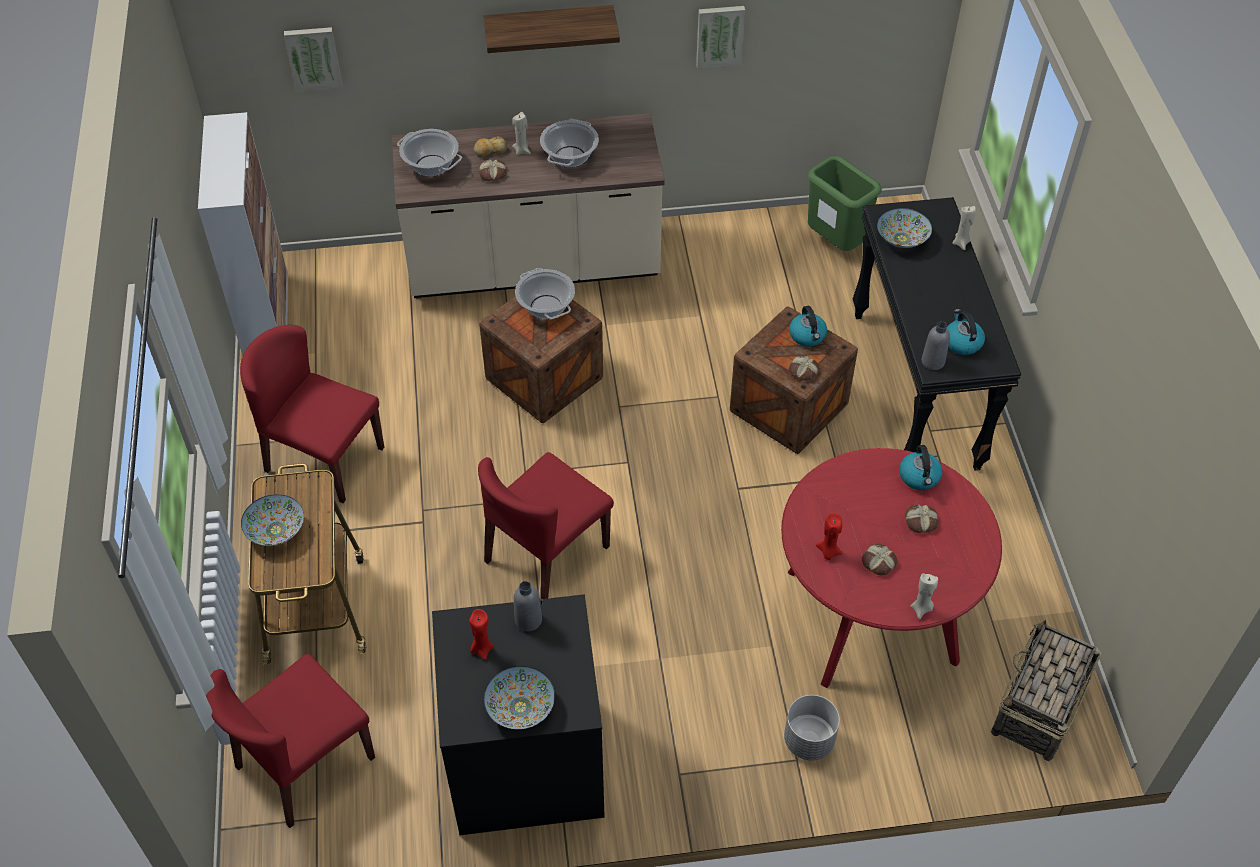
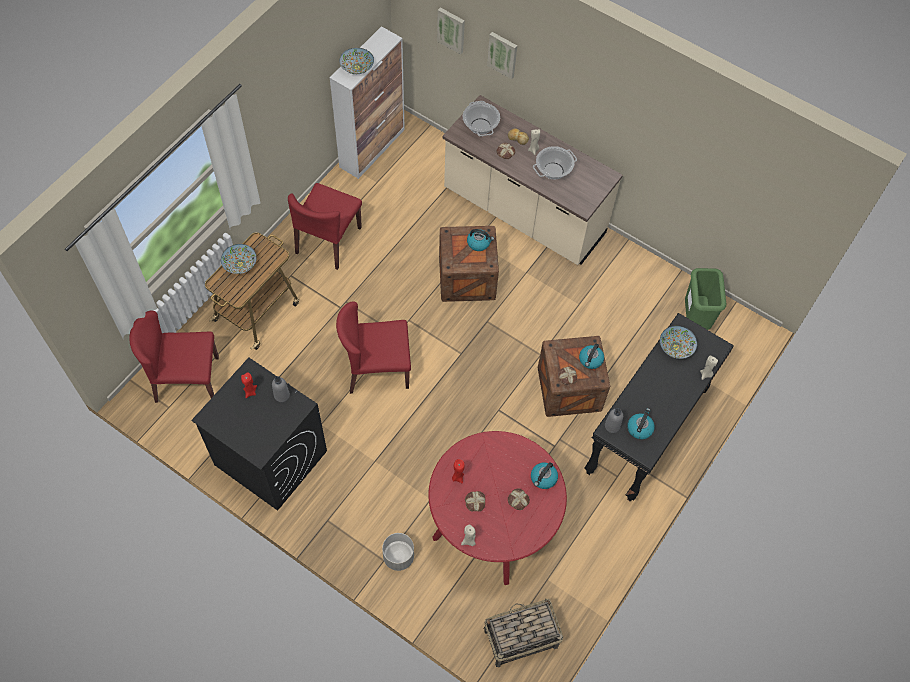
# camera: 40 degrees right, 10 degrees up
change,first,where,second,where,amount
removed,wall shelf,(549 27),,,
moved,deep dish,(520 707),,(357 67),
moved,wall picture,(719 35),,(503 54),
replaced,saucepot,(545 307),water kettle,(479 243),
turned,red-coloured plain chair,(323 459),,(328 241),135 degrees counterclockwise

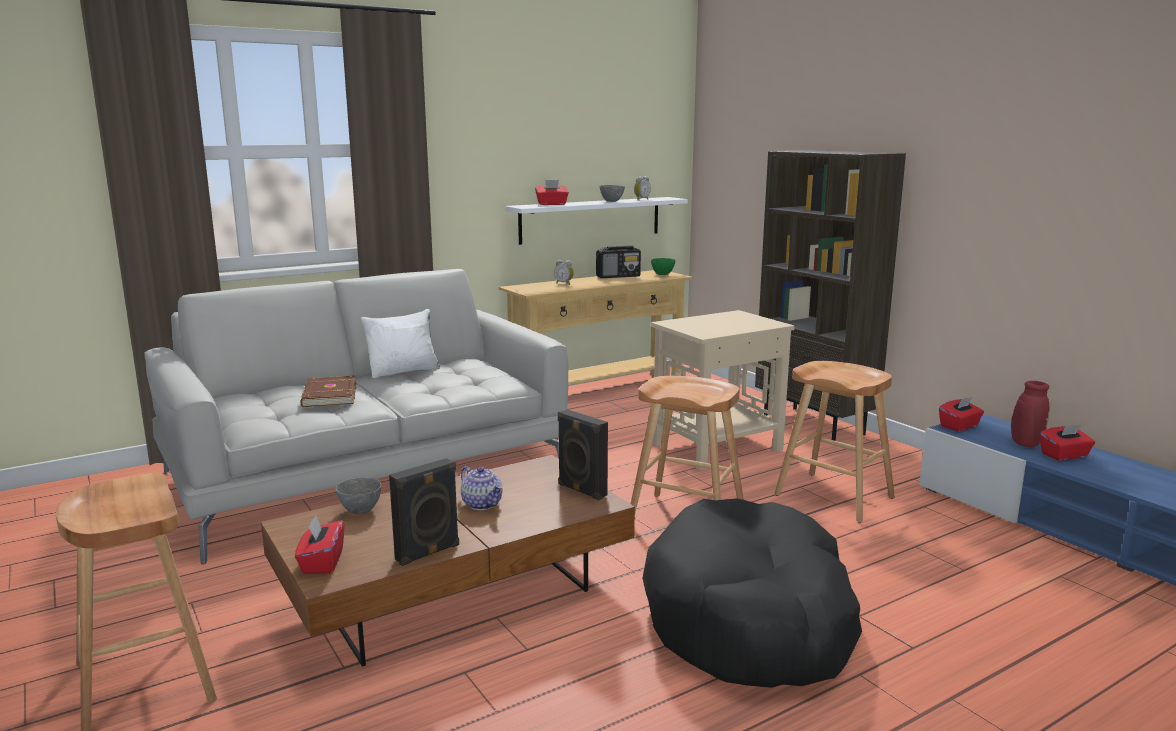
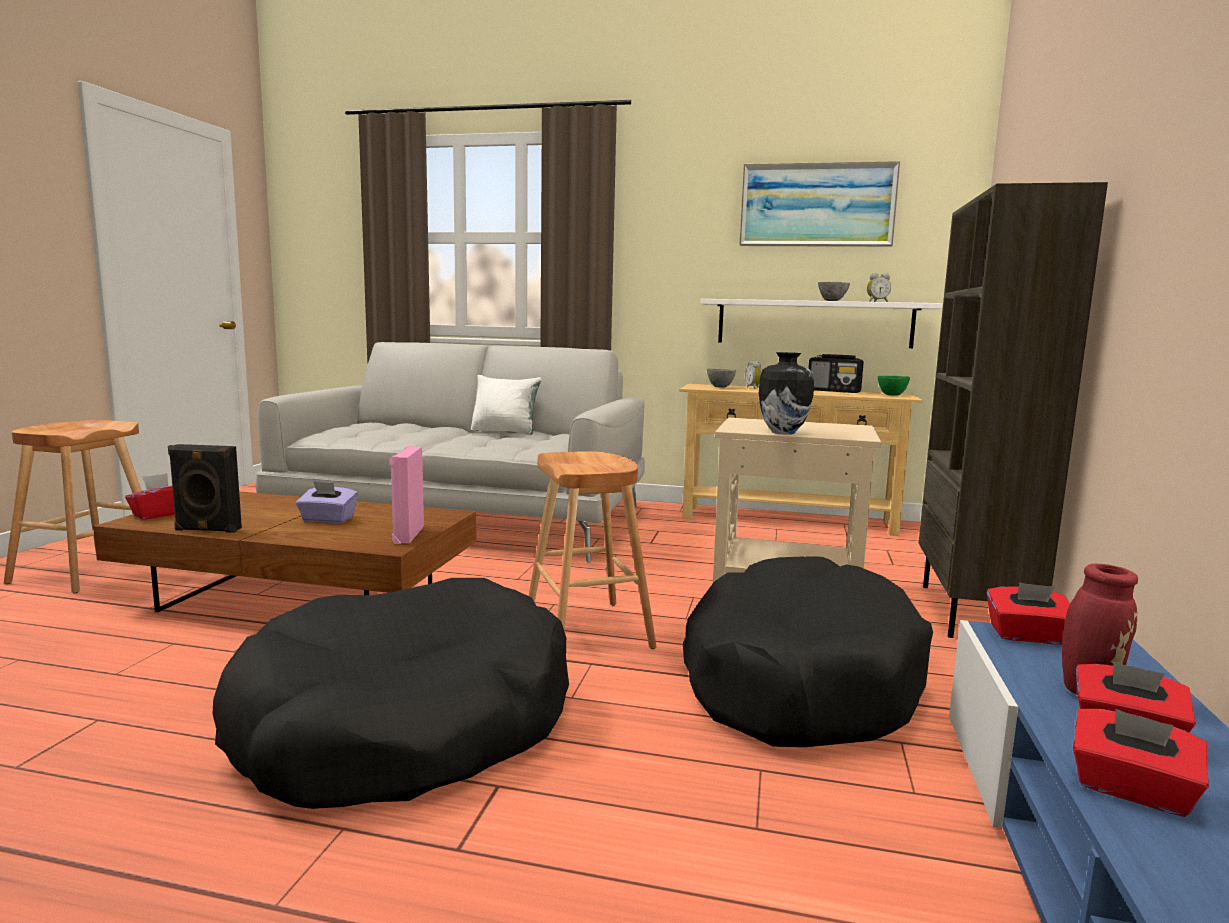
# camera: 45 degrees right, 5 degrees down
change,first,where,second,where,amount
removed,brown bound book,(328 395),,,
added,,,wall picture,(817 205),
added,,,decorative vase,(782 432),
moved,grey deep dish,(359 511),,(720 387),
moved,red-coloured box of tissues,(552 204),,(1131 790),
replaced,tea pot,(483 504),purple-coloured box of tissues,(327 519),
replaced,brown sitting stool,(833 496),black pet bed,(797 679),
recoloured,black audio speaker,(581 490),pink-coloured audio speaker,(407 534),

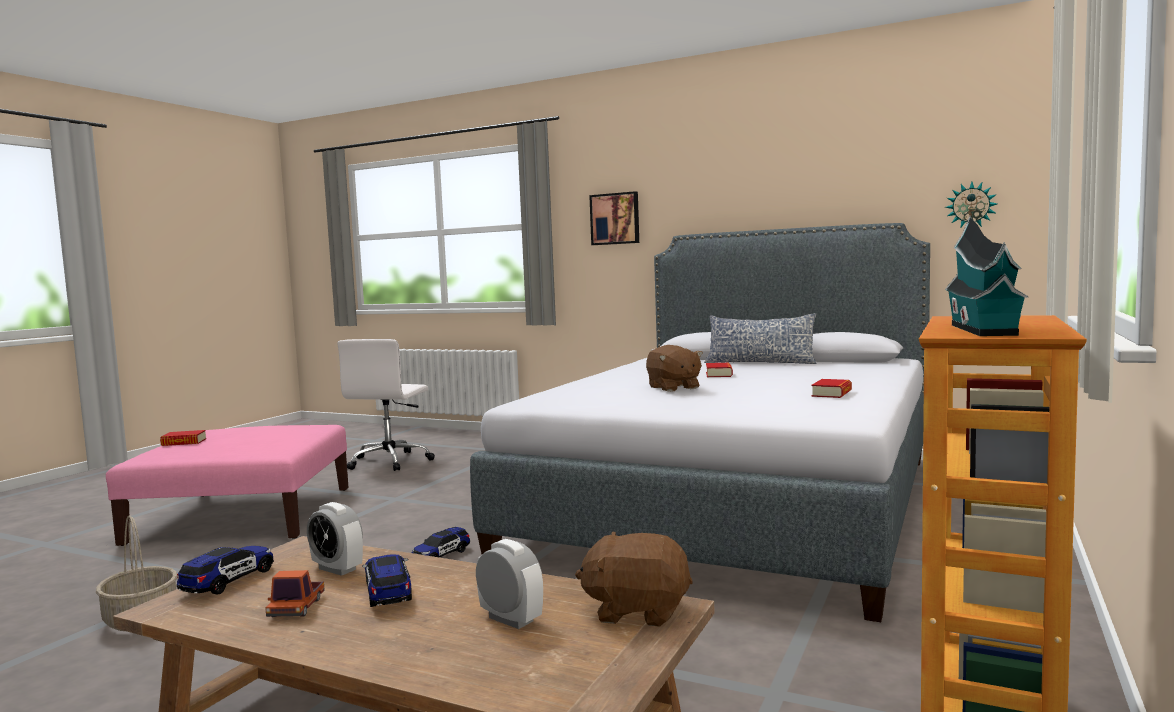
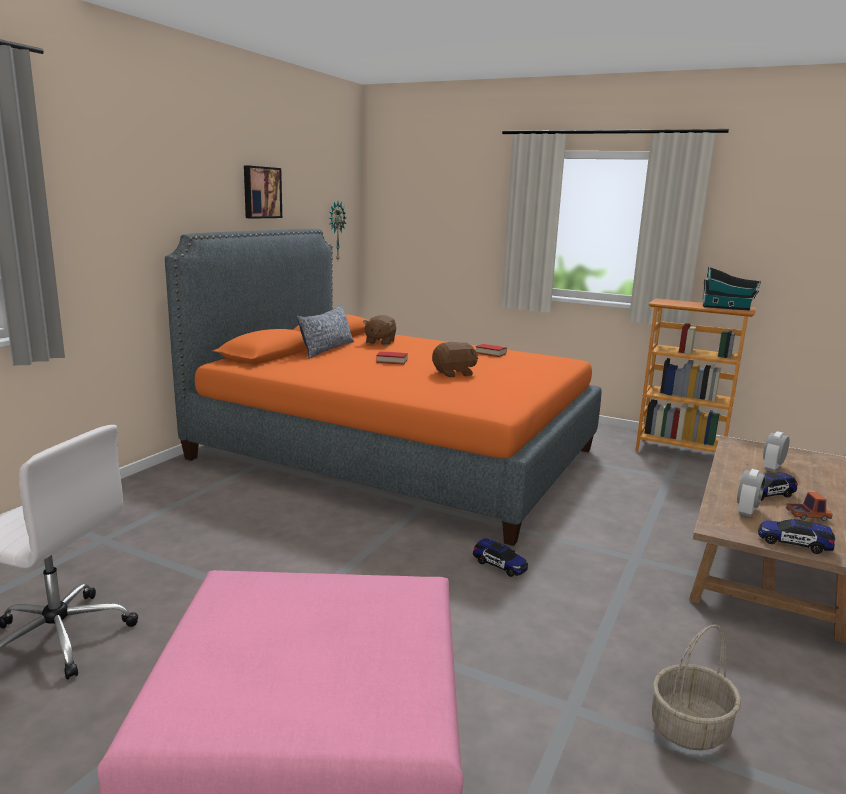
# camera: 90 degrees left, 10 degrees up
change,first,where,second,where,amount
removed,bound book,(184 442),,,
moved,brown soft toy,(637 610),,(380 342),
moved,wall picture,(615 219),,(261 192),
recoloured,grey sleeping bed,(736 503),orangey sleeping bed,(394 454),

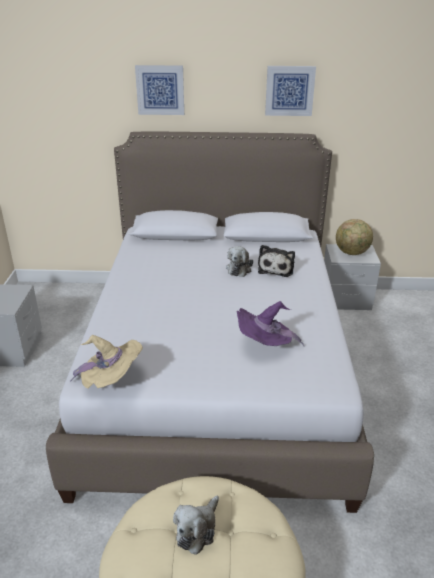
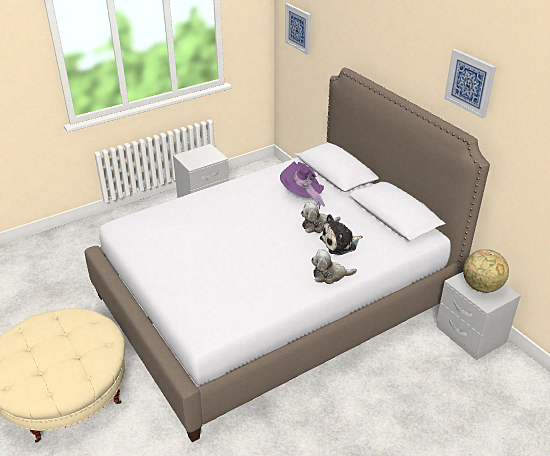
# camera: 55 degrees right, 5 degrees up
change,first,where,second,where,amount
removed,beige-coloured hat,(111 381),,,
moved,wall picture,(160 90),,(298 28),
moved,soft toy,(197 530),,(330 275),
moved,purple-coloured hat,(265 346),,(302 195),

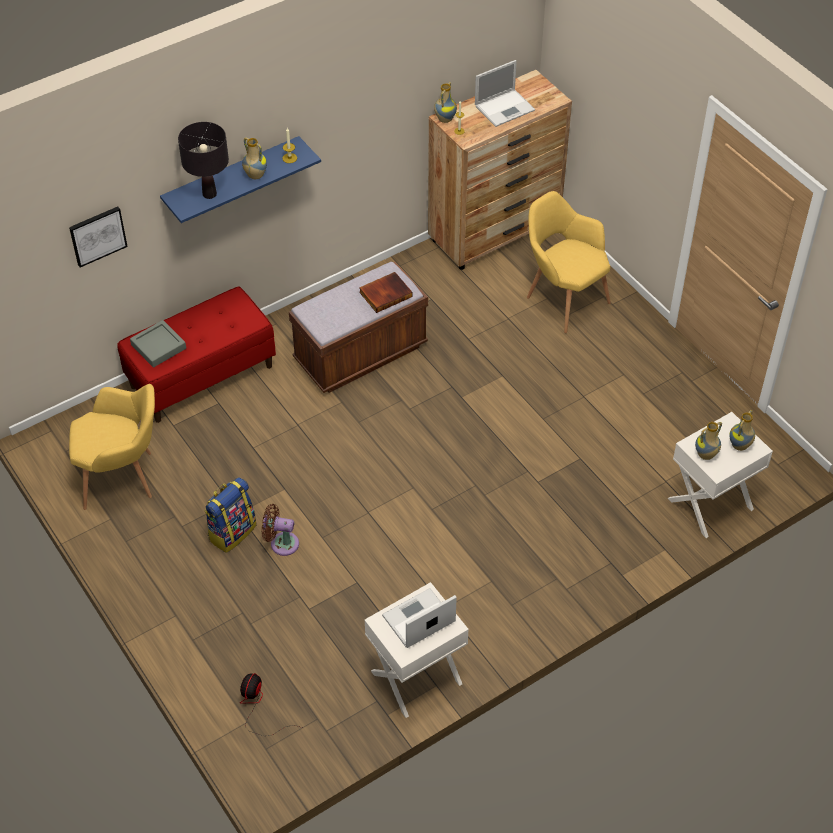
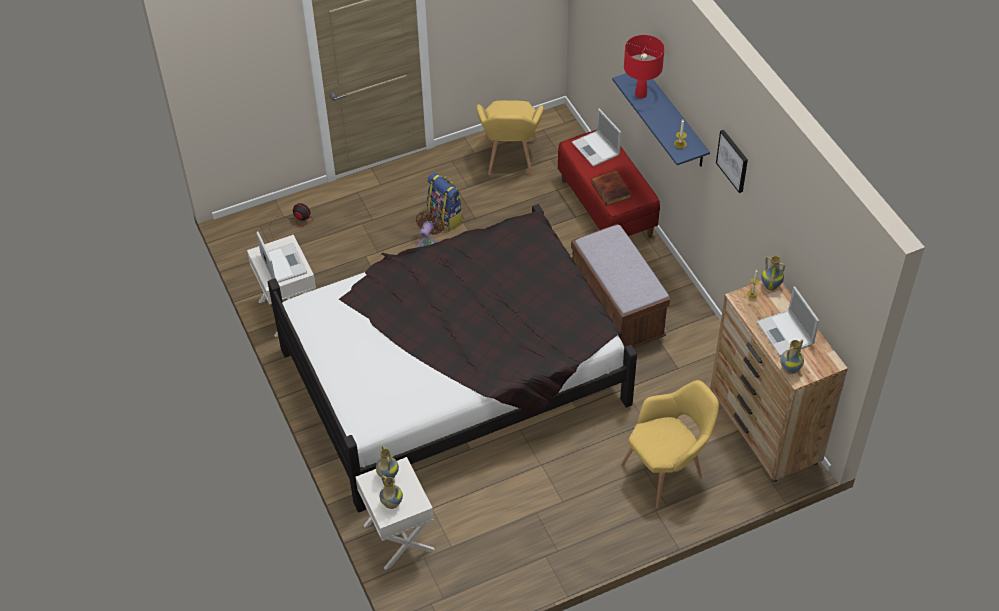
# camera: 100 degrees right, 0 degrees up
change,first,where,second,where,amount
added,,,black sleeping bed,(455 375),
moved,wall picture,(97 235),,(733 160),
moved,decorative vase,(255 176),,(789 369),
moved,bound book,(385 293),,(611 190),
replaced,grey carrying tray,(158 346),portable computer,(596 149),
recoloured,black lamp for a table,(209 194),red-coloured lamp for a table,(641 94),

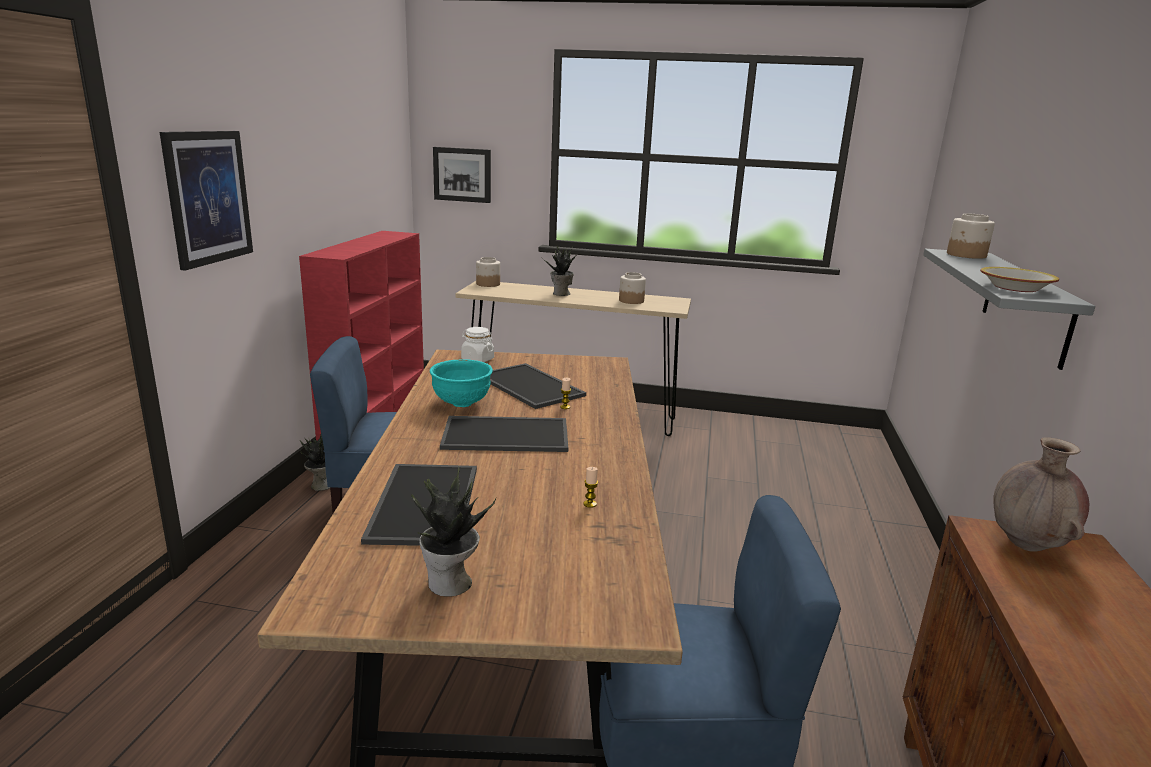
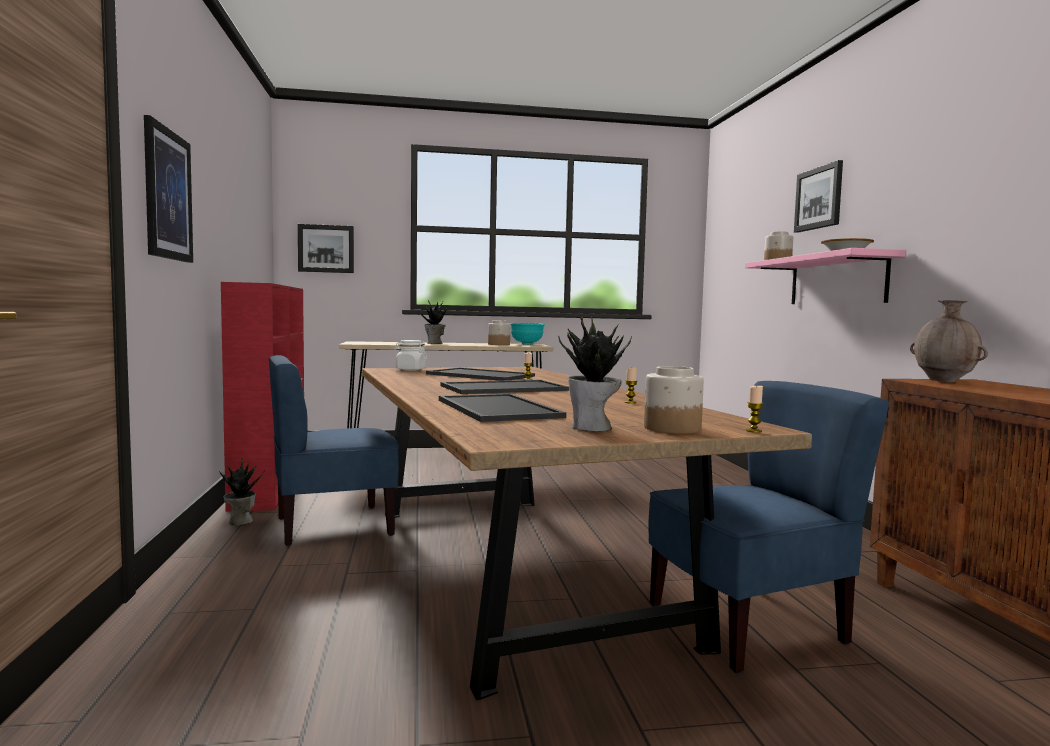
# camera: 20 degrees left, 15 degrees down
change,first,where,second,where,amount
added,,,wax light,(753 431),
added,,,wall picture,(819 198),
moved,turquoise-coloured deep dish,(461 404),,(527 344),
moved,storage jar,(487 284),,(671 428),
recoloured,grey wall shelf,(1026 306),pink-coloured wall shelf,(836 280),

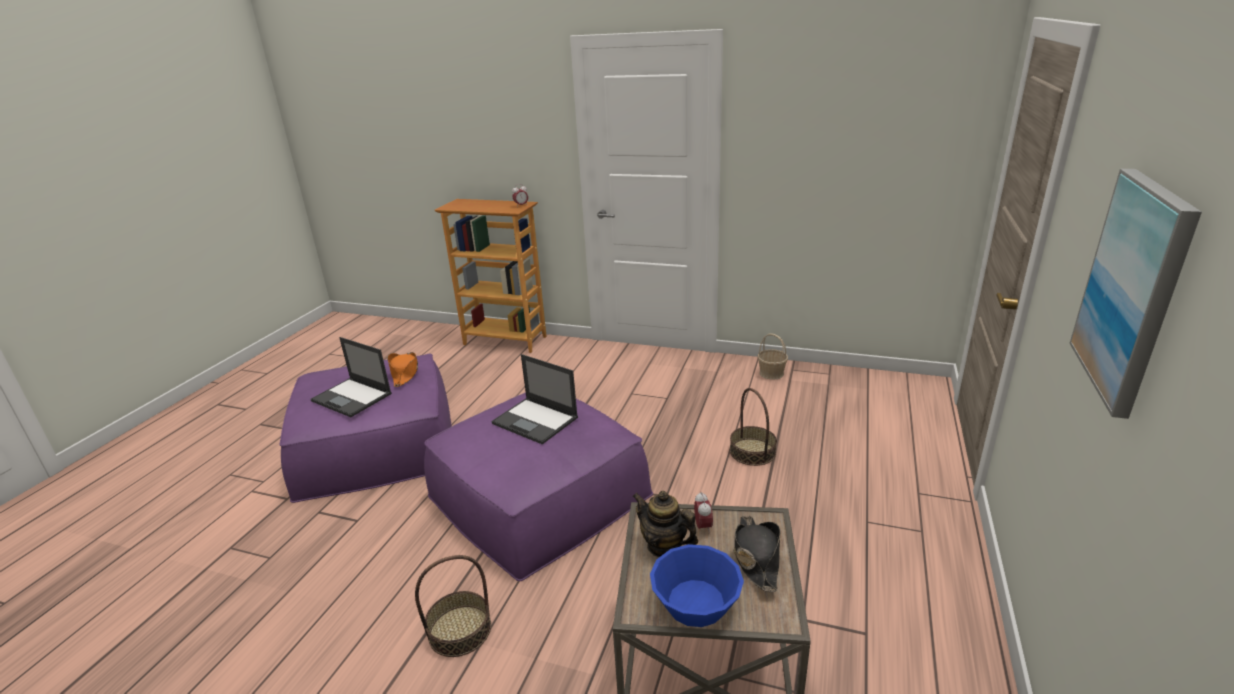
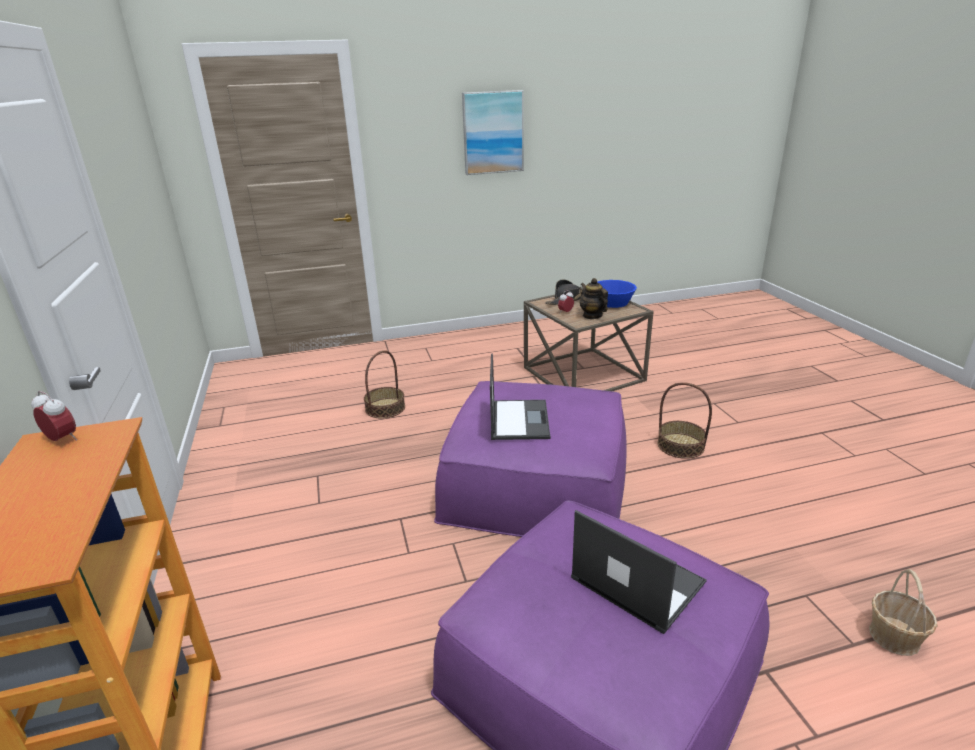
# camera: 125 degrees left, 0 degrees up
change,first,where,second,where,amount
removed,orangey hat,(405 373),,,
moved,storage basket,(771 373),,(894 637),
turned,portable computer,(352 397),,(635 580),45 degrees counterclockwise
turned,tea pot,(664 546),,(592 316),150 degrees clockwise

